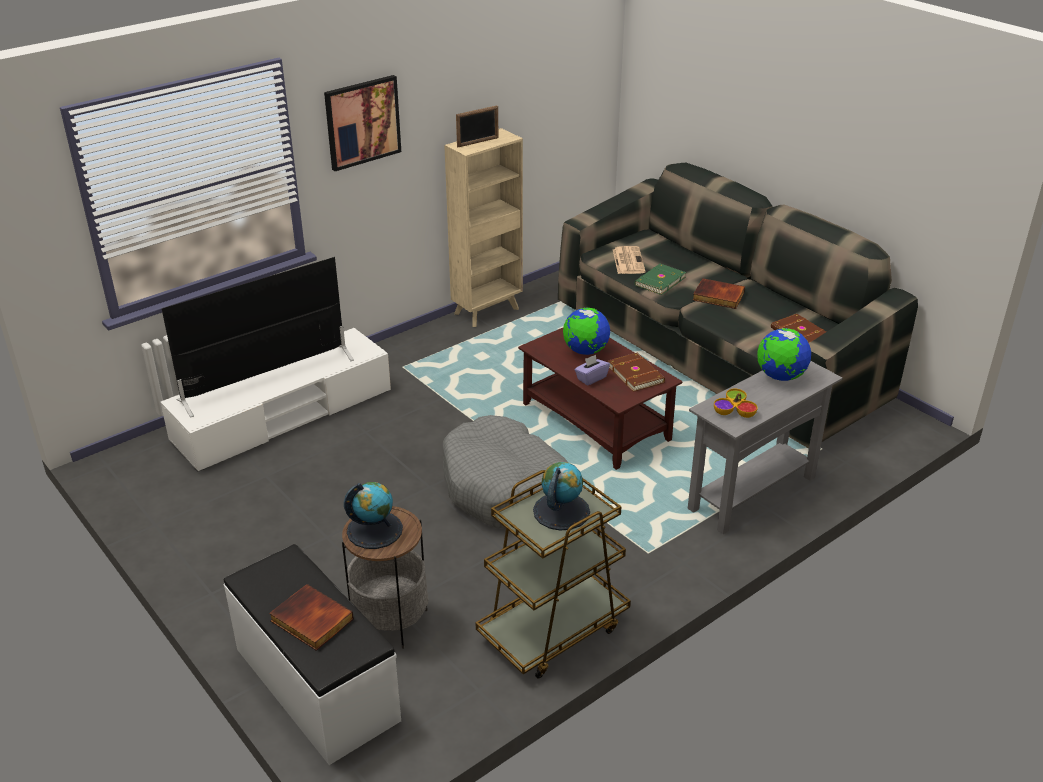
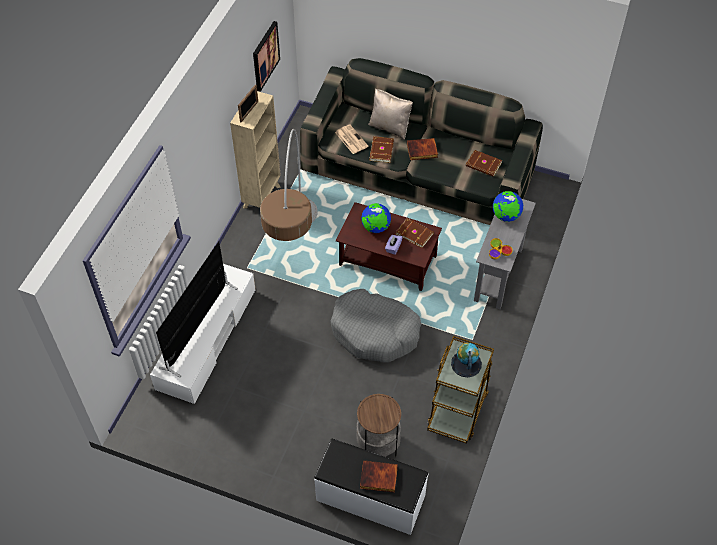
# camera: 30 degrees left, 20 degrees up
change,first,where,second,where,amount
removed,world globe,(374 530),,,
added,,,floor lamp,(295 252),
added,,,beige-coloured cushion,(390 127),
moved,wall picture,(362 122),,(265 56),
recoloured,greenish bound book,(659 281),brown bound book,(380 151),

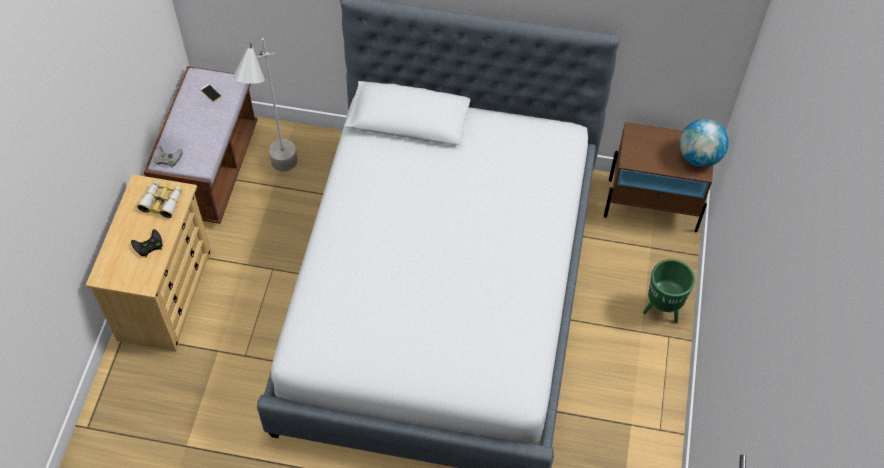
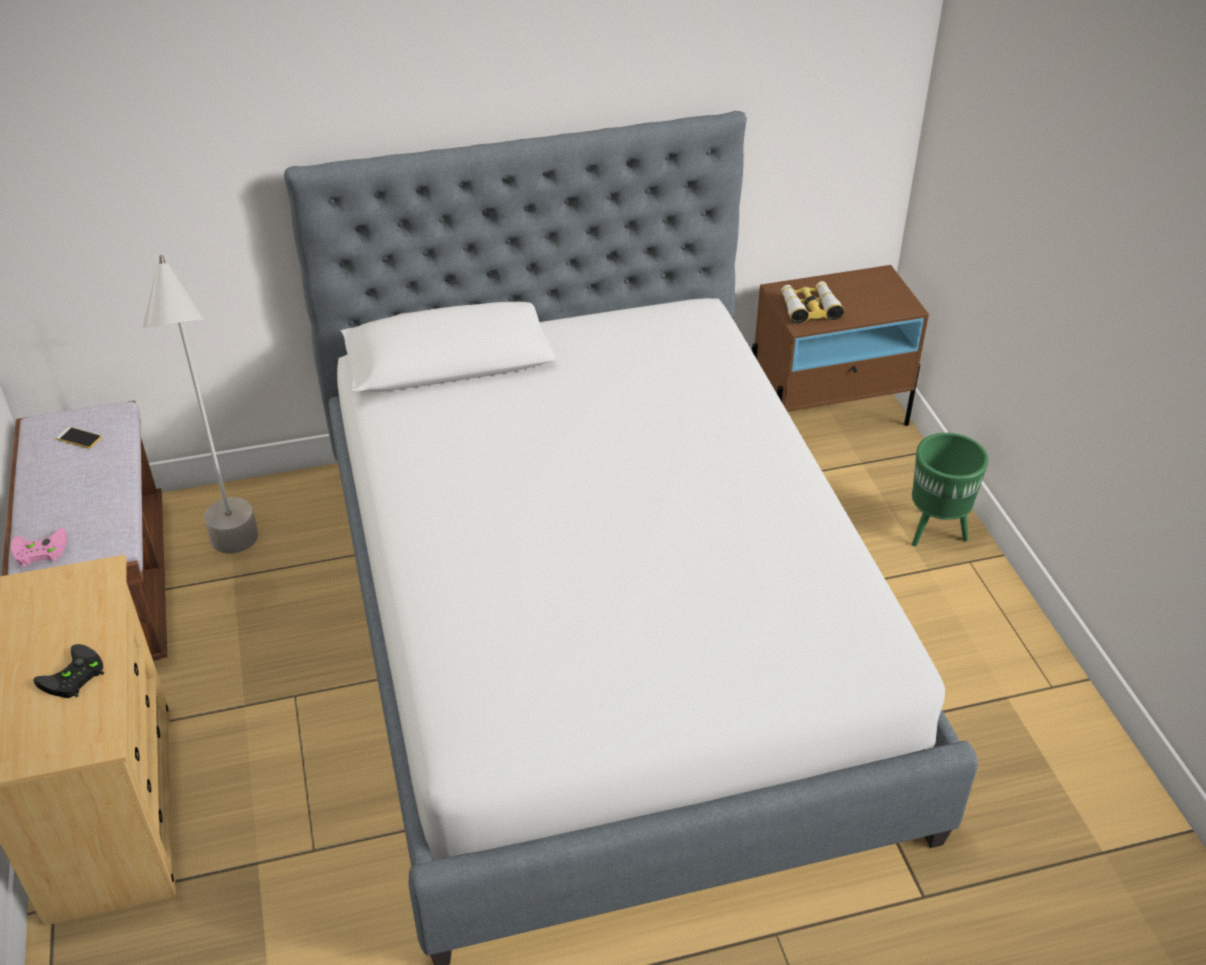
# camera: 25 degrees left, 15 degrees down
change,first,where,second,where,amount
removed,world globe,(699 157),,,
moved,field glasses,(162 202),,(809 308),
recoloured,grey game controller,(166 158),pink-coloured game controller,(38 551),

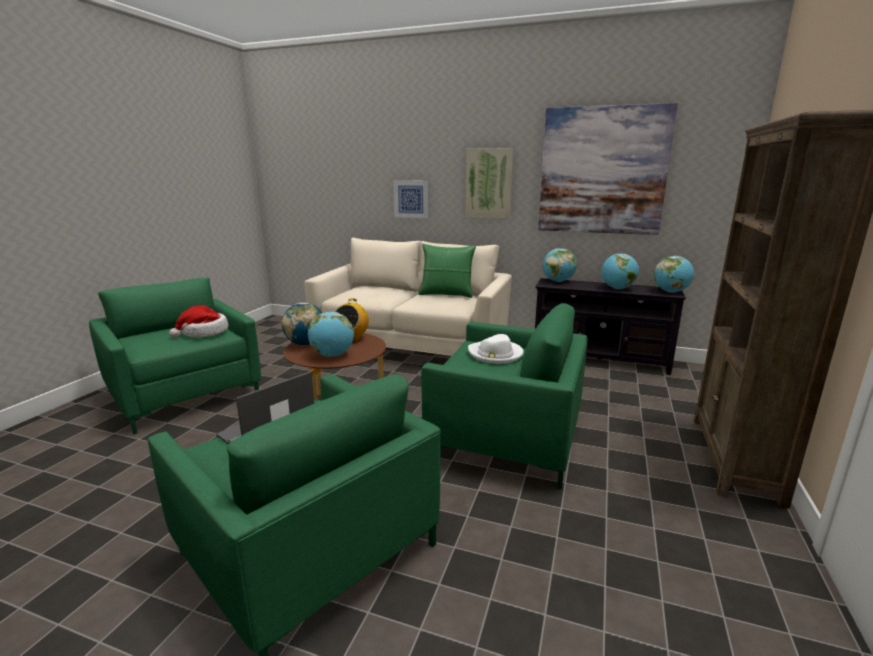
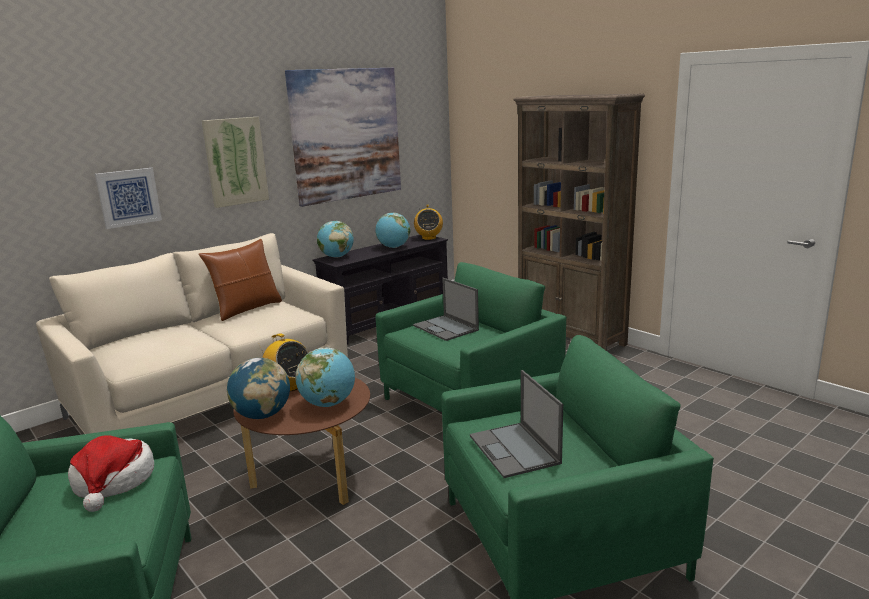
# camera: 60 degrees left, 0 degrees up
change,first,where,second,where,amount
replaced,white-coloured hat,(495 354),portable computer,(446 328),
replaced,world globe,(671 292),radio set,(428 238),
recoloured,greenish cushion,(446 294),brown cushion,(247 309),

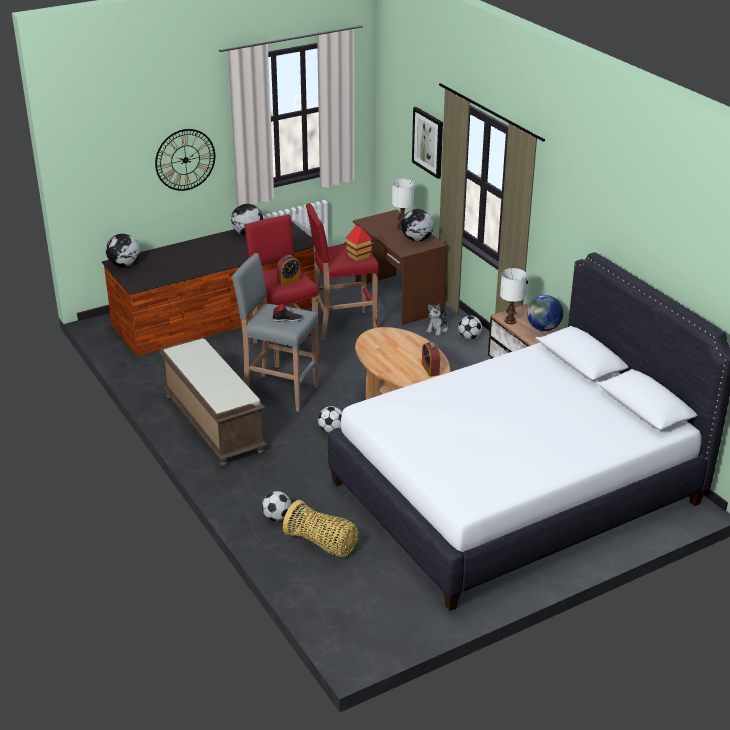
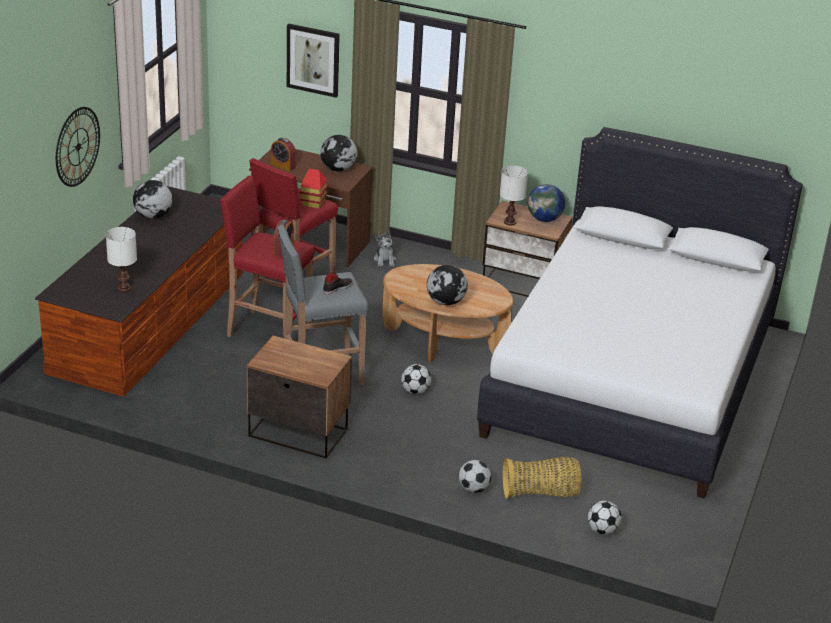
# camera: 40 degrees left, 0 degrees up
change,first,where,second,where,amount
moved,world globe,(124 265),,(446 302),
moved,white-coloured lamp for a table,(402 227),,(124 289),
moved,bedside clock,(430 369),,(283 166),
moved,football,(469 337),,(602 530),
replaced,brown indoor bench,(212 424),nightstand,(298 431),

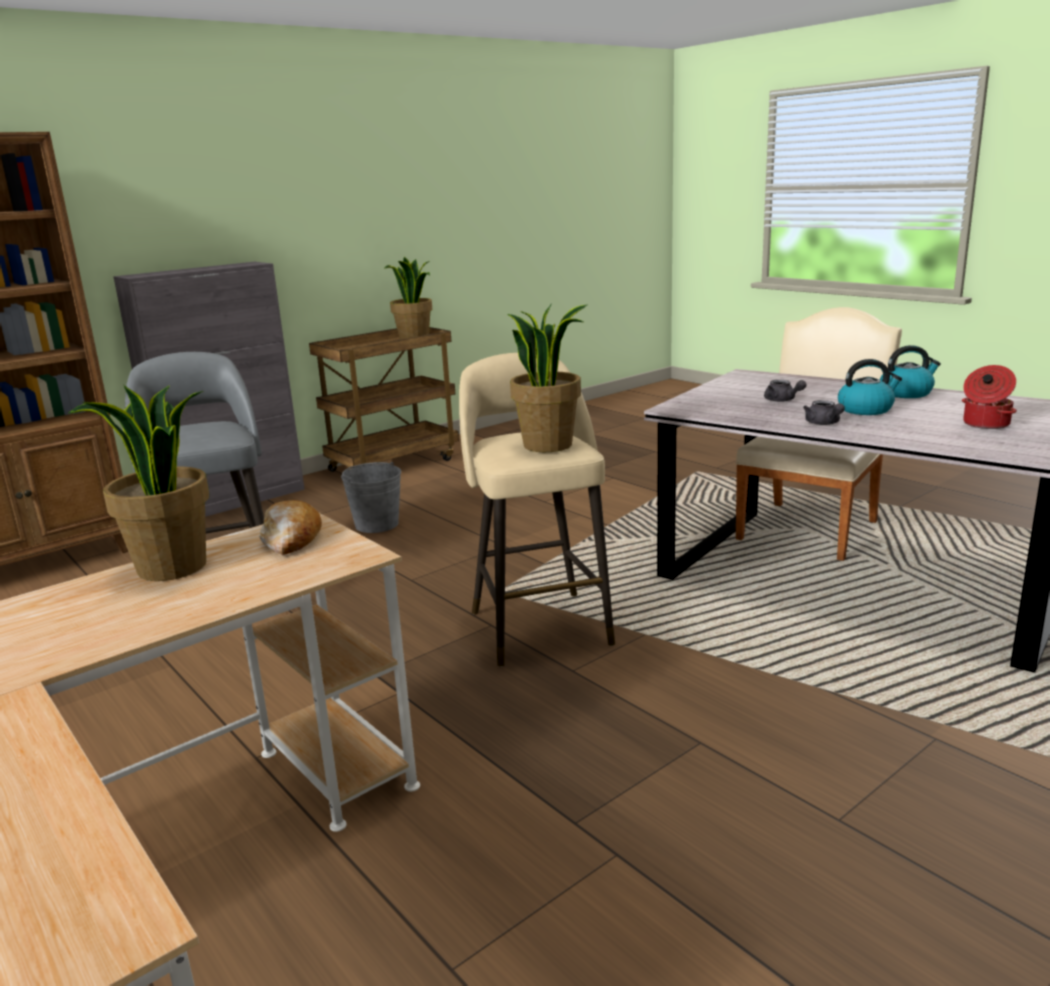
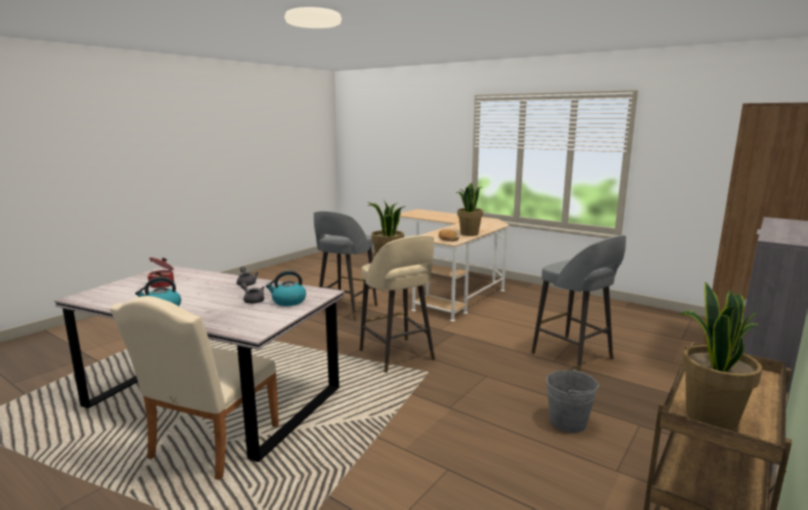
# camera: 165 degrees right, 5 degrees down
change,first,where,second,where,amount
added,,,grey sitting stool,(345 310),
moved,water kettle,(866 409),,(288 301),

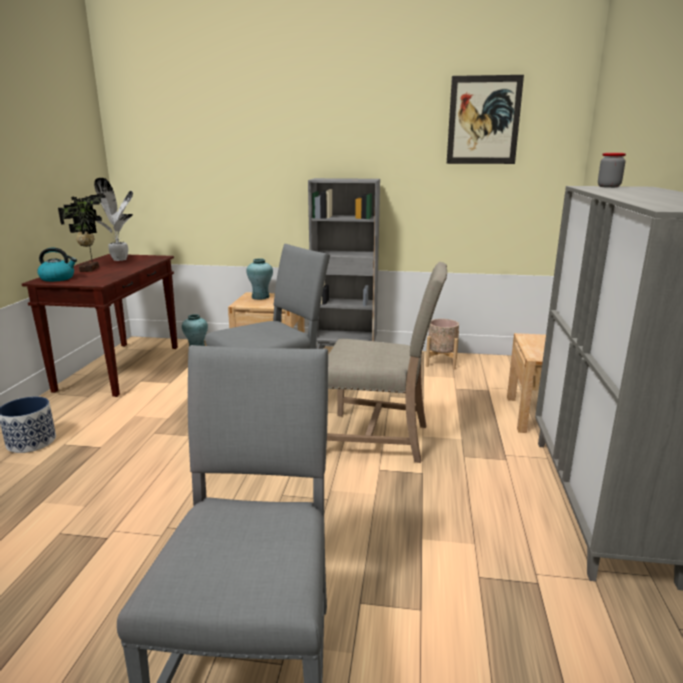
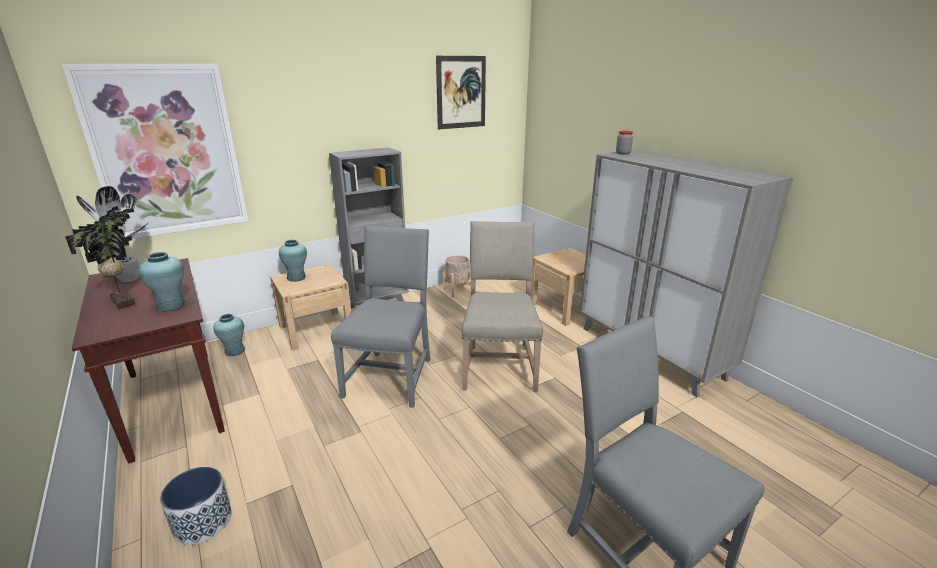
# camera: 40 degrees left, 5 degrees up
change,first,where,second,where,amount
removed,water kettle,(58 278),,,
added,,,wall picture,(167 152),
added,,,turquoise-coloured decorative vase,(171 306),
turned,beige-coloured plain chair,(379 438),,(499 365),60 degrees counterclockwise

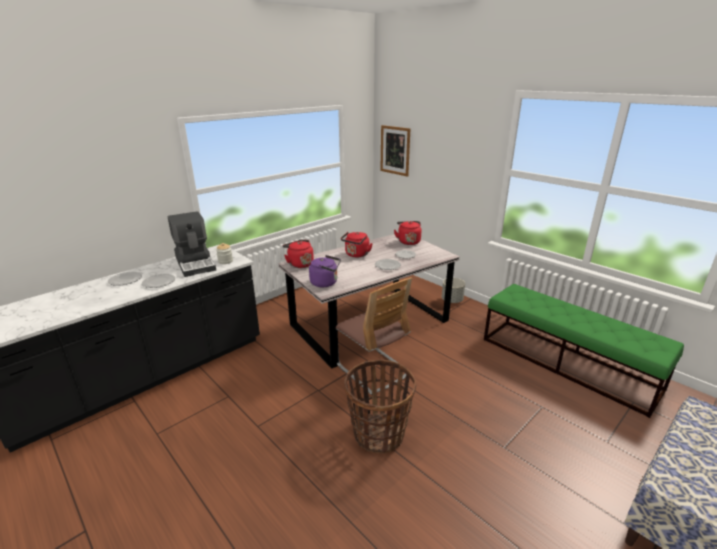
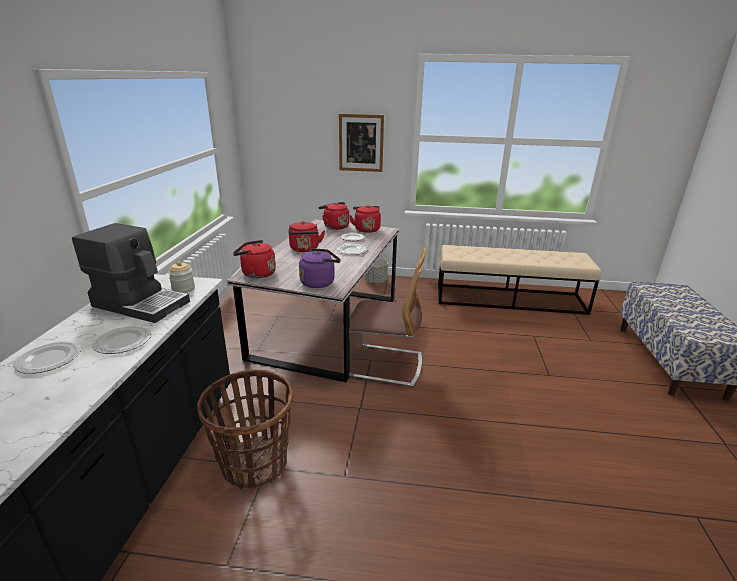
# camera: 40 degrees left, 0 degrees up
change,first,where,second,where,amount
added,,,red-coloured water kettle,(366 229),
moved,storage basket,(378 433),,(254 463),
moved,wall picture,(395 150),,(361 143),
recoloured,greenish indoor bench,(567 363),beige-coloured indoor bench,(509 299),

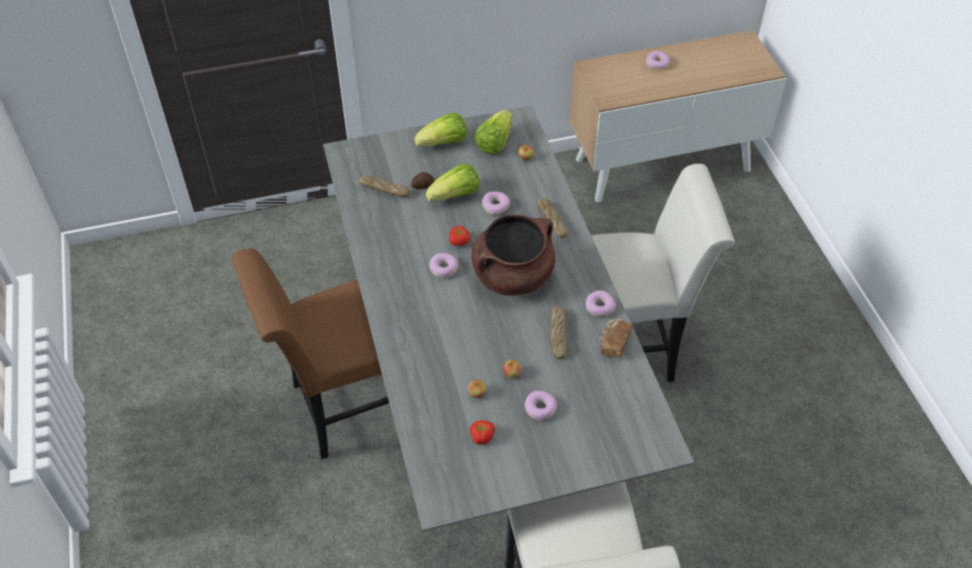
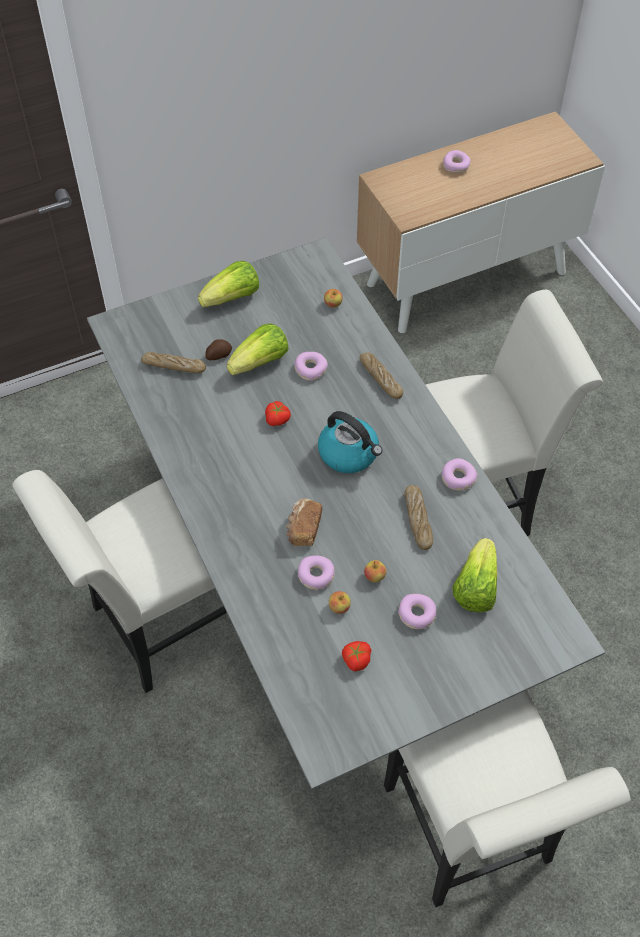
# camera: 10 degrees left, 5 degrees up
change,first,where,second,where,amount
moved,ring doughnut,(443 269),,(316 576),
moved,lettuce head,(494 142),,(475 587),
moved,bakery bread,(613 344),,(303 528),
replaced,brown saucepot,(513 275),water kettle,(349 453),
recoloured,brown plain chair,(344 408),white-coloured plain chair,(159 626),

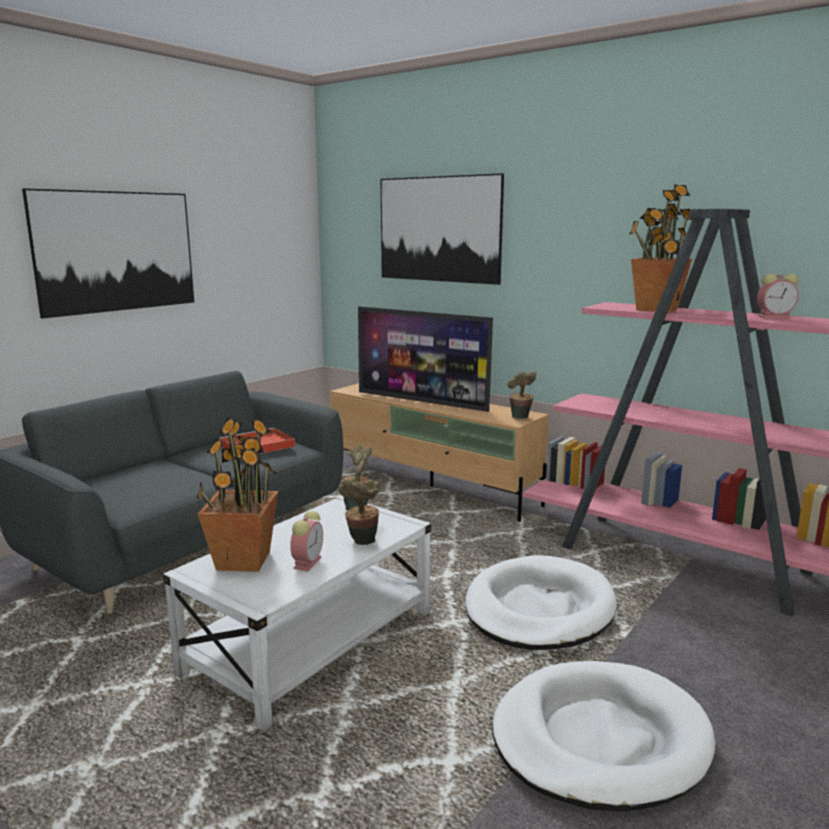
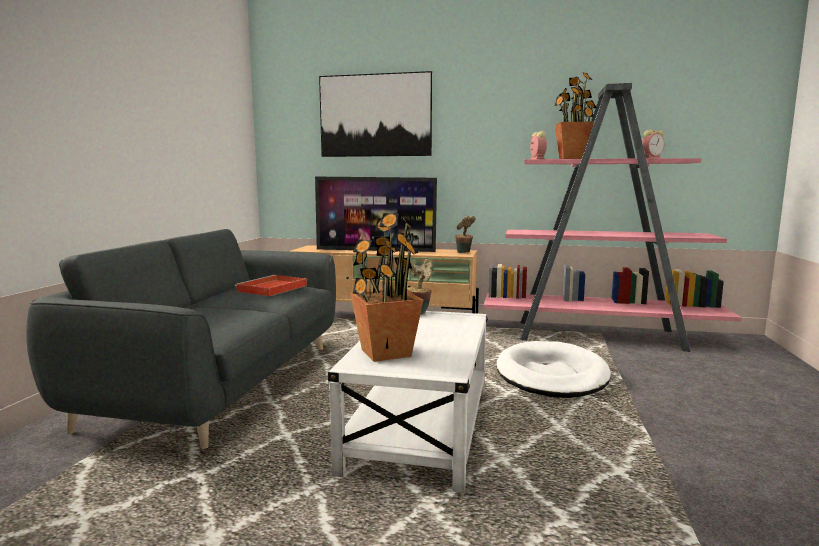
# camera: 25 degrees left, 5 degrees down
change,first,where,second,where,amount
removed,wall picture,(117 251),,,
removed,plant in a pot,(361 542),,,
removed,white-coloured pet bed,(599 739),,,
moved,bedside clock,(307 562),,(537 159),

